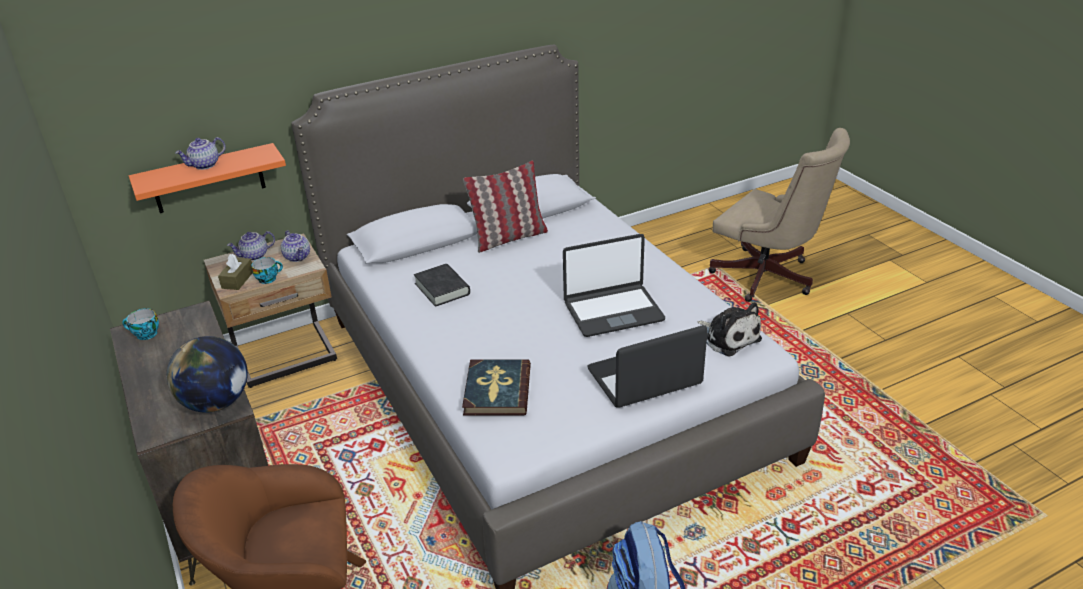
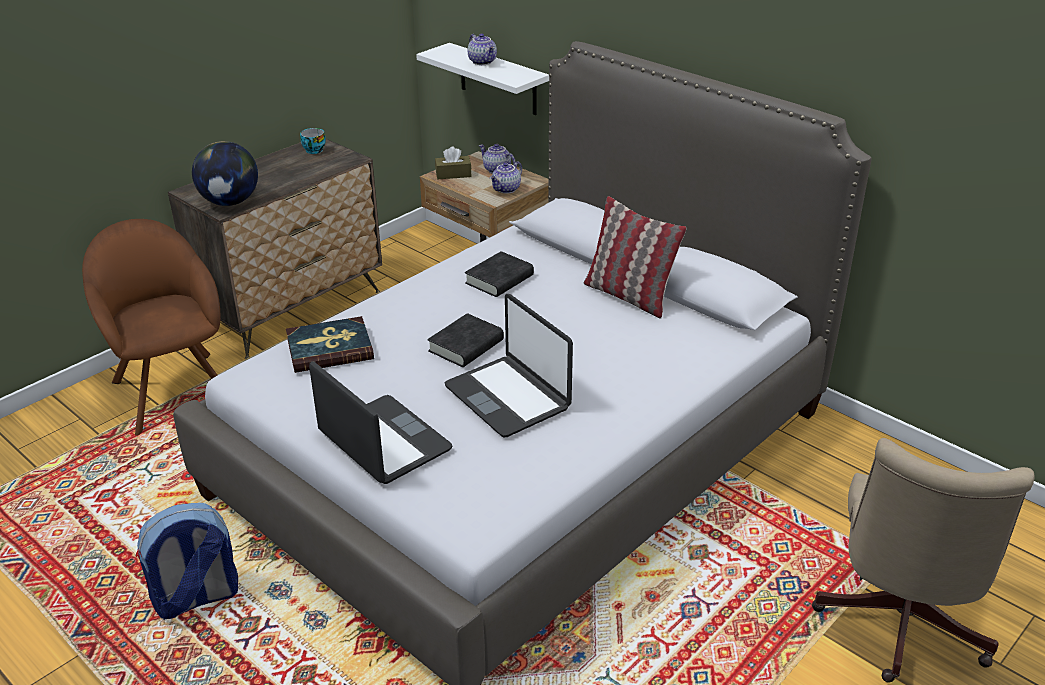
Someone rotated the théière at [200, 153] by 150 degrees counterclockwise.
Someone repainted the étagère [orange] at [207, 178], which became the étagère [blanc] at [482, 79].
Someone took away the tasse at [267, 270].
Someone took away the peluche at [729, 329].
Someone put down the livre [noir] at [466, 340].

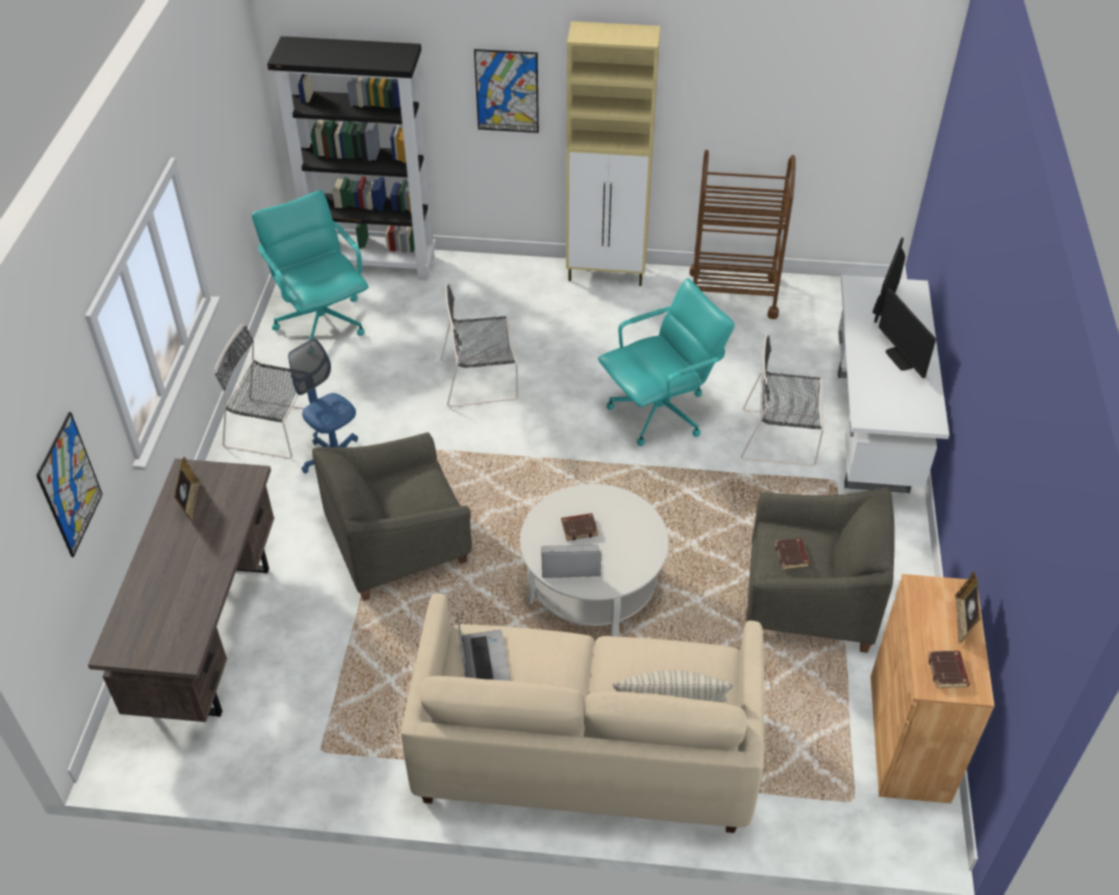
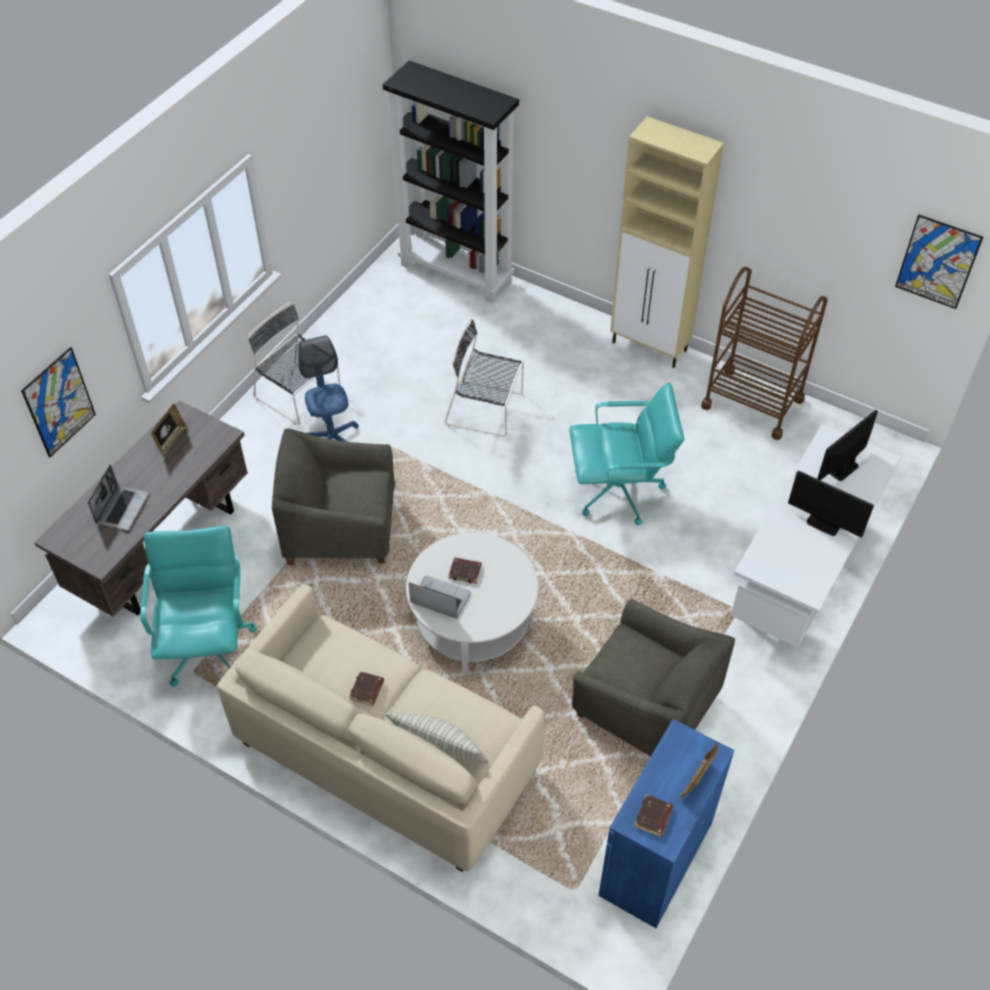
Someone carried the tableau from [506, 91] to [939, 261].
Someone carried the chaise de bureau [turquoise] from [310, 265] to [198, 606].
Someone rotated the écran d'ordinateur at [907, 333] by 60 degrees counterclockwise.
Someone took away the chaise [noir] at [782, 400].
Someone carried the livre [marron] from [792, 554] to [366, 688].
Someone repainted the meuble de rangement [marron] at [933, 688], which became the meuble de rangement [bleu] at [666, 823].
Someone carried the ordinateur portable from [483, 646] to [118, 498].

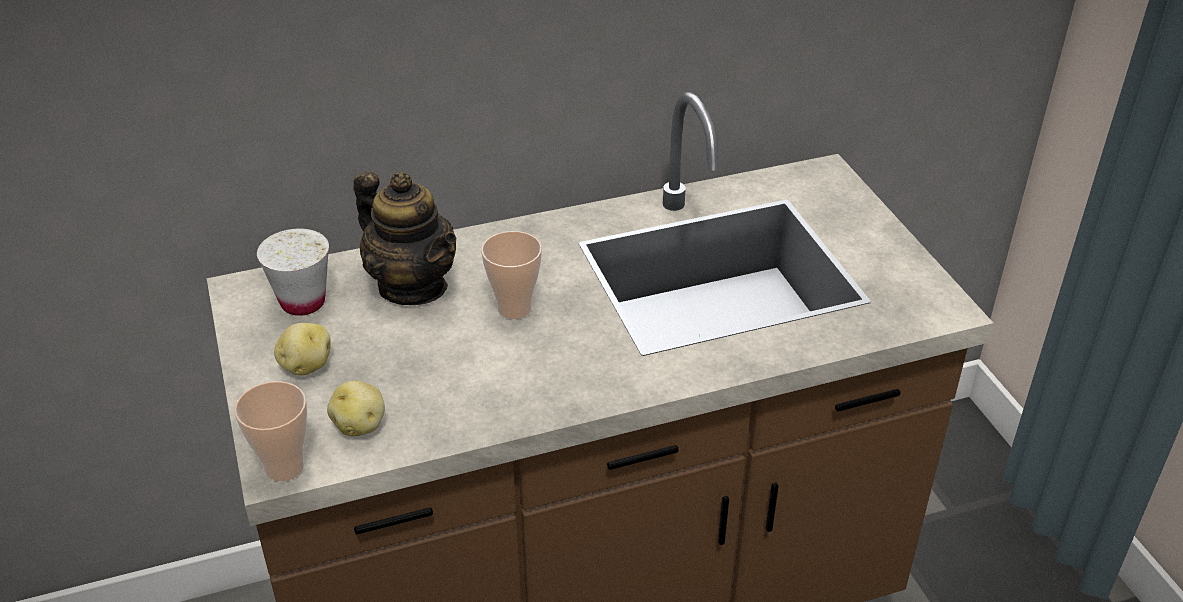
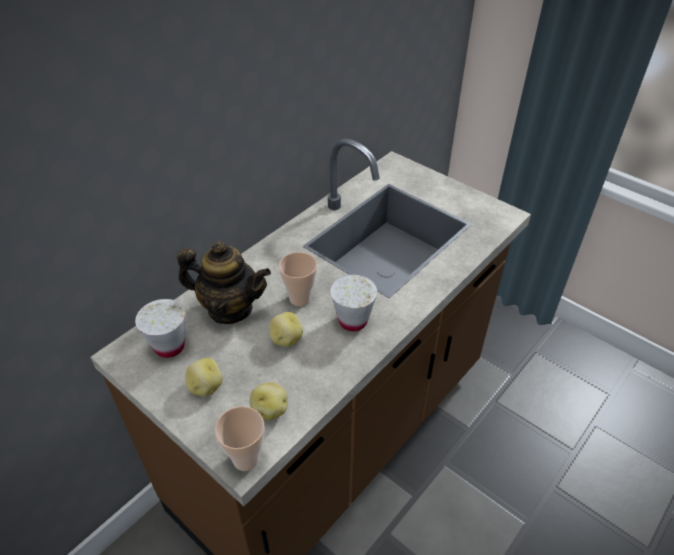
Someone put down the tasse [blanc] at [354, 303].
Someone put down the pomme de terre at [286, 329].

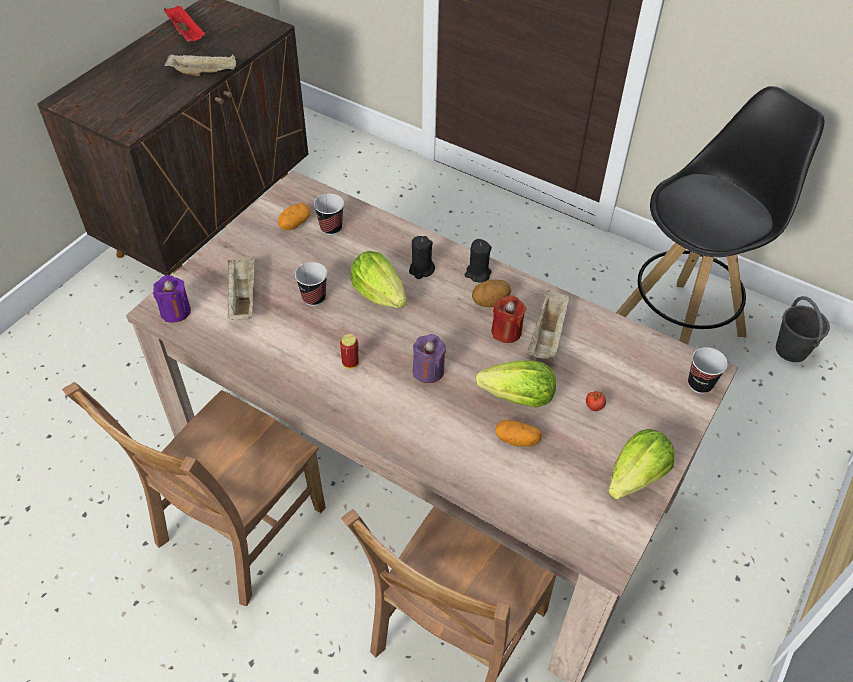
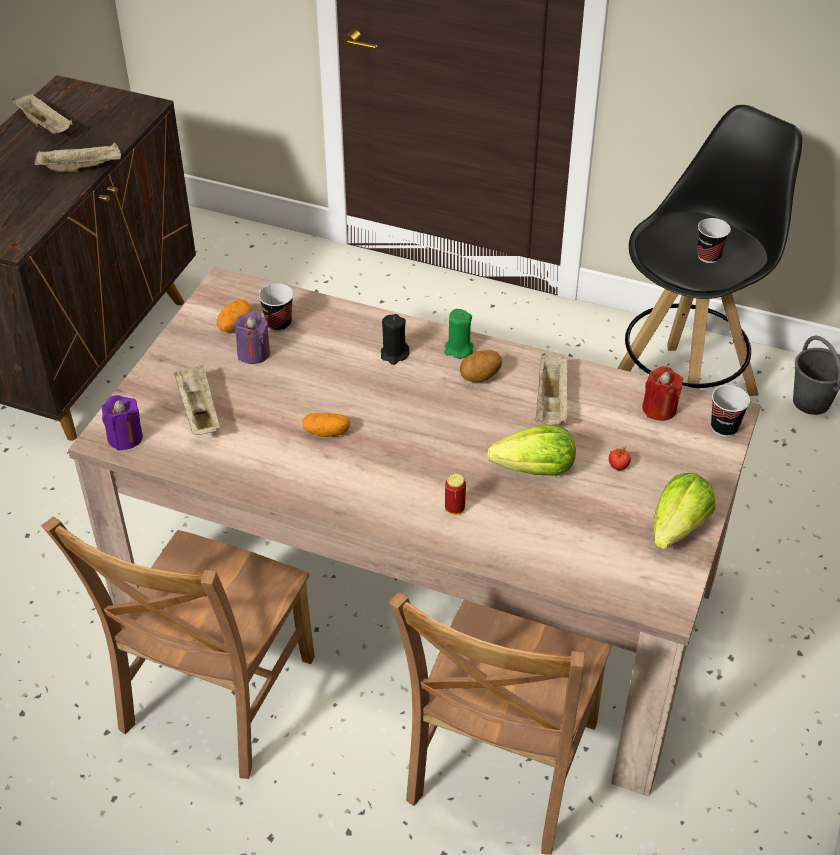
Someone repainted the plateau [rouge] at [184, 24], which became the plateau [beige] at [42, 113].
Someone repainted the bougie [noir] at [478, 260], which became the bougie [vert] at [459, 333].
Someone took away the laitue at [379, 279].
Someone carried the tasse from [311, 284] to [714, 240].
Someone carried the bougie [rouge] from [508, 319] to [662, 393].
Someone carried the boîte métallique from [349, 351] to [455, 494].
Someone carried the bougie [violet] from [429, 358] to [252, 338].
Someone carried the pomme de terre from [519, 433] to [326, 425].

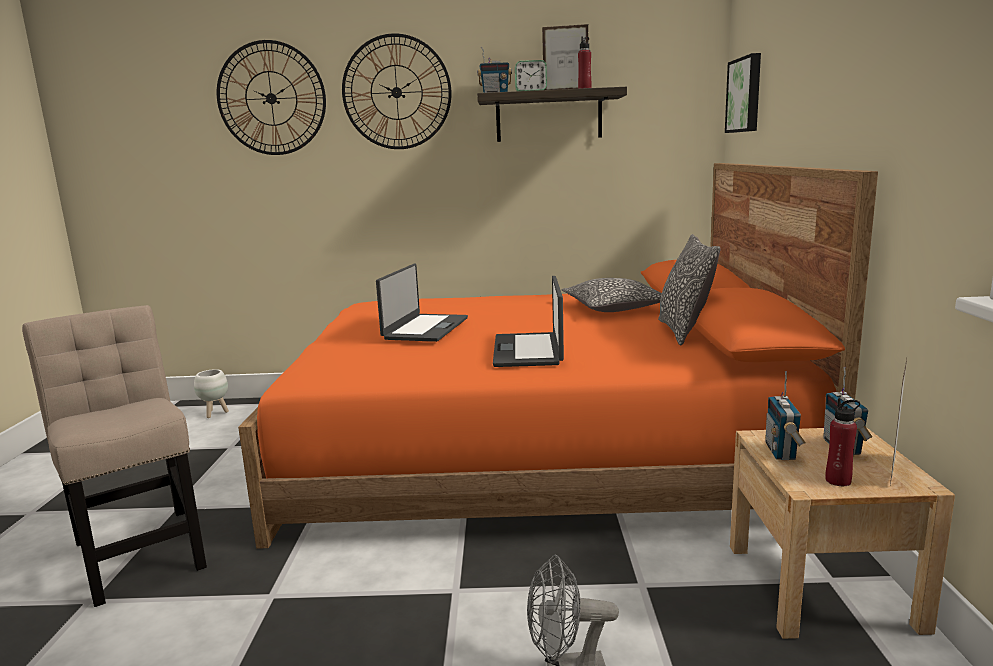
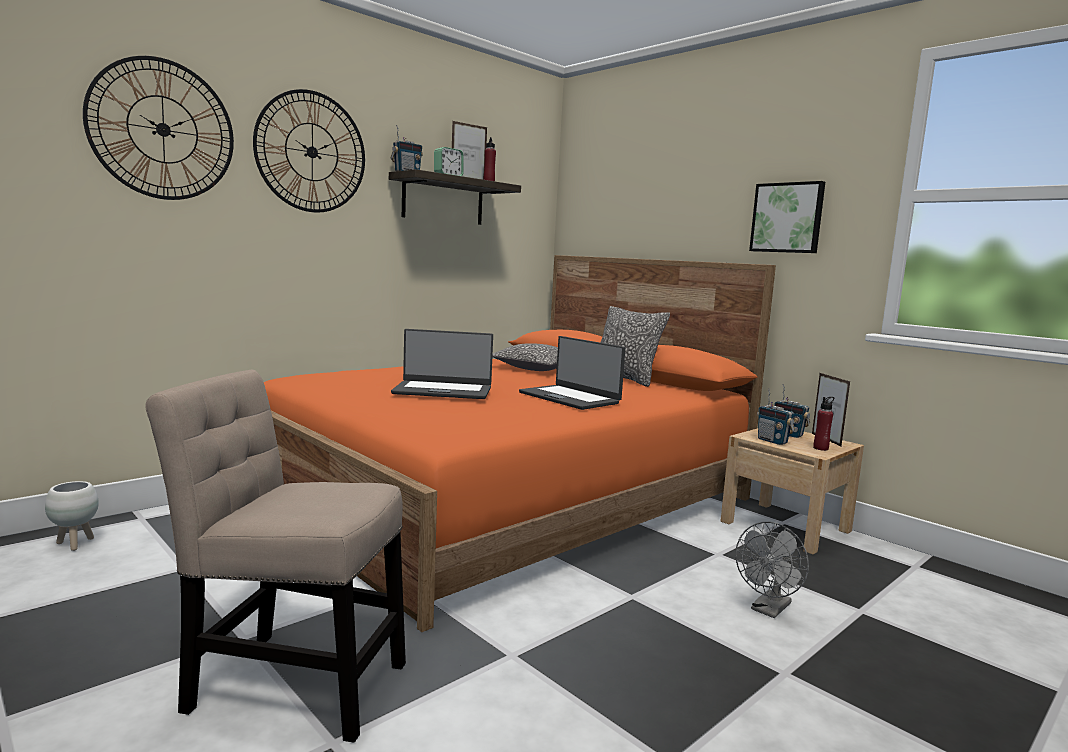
Someone carried the tableau from [743, 93] to [787, 217].
Someone rotated the ordinateur portable at [422, 303] by 120 degrees clockwise.

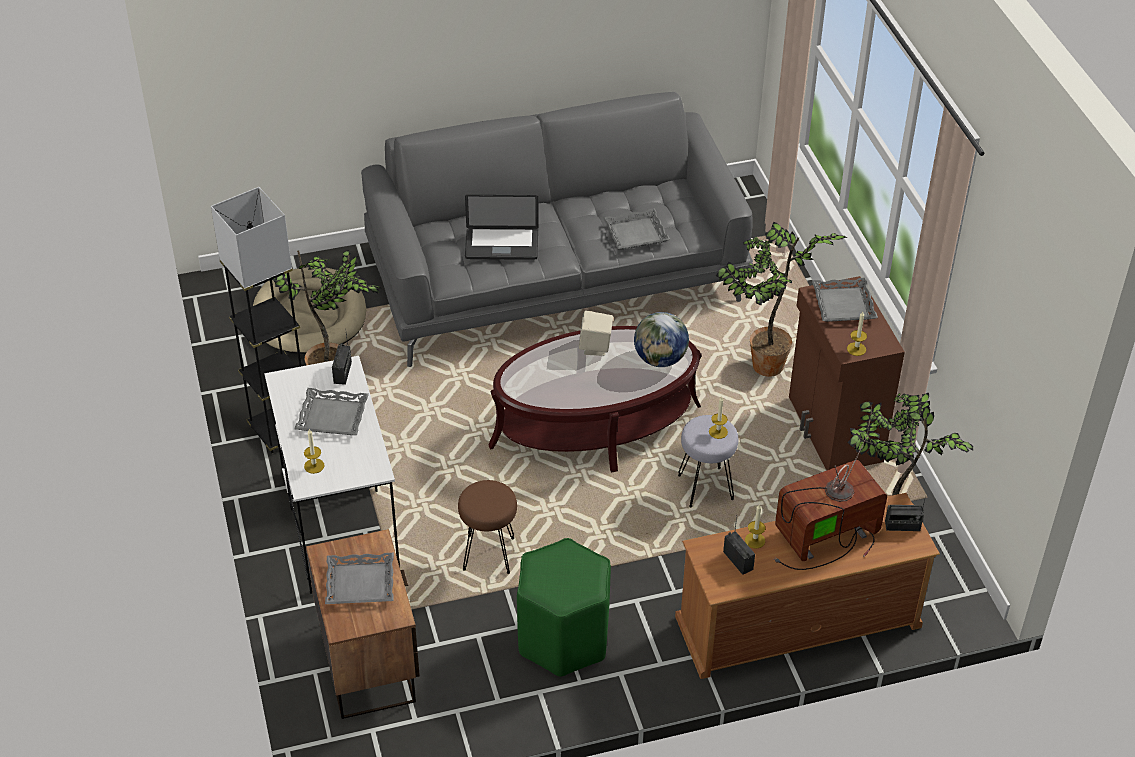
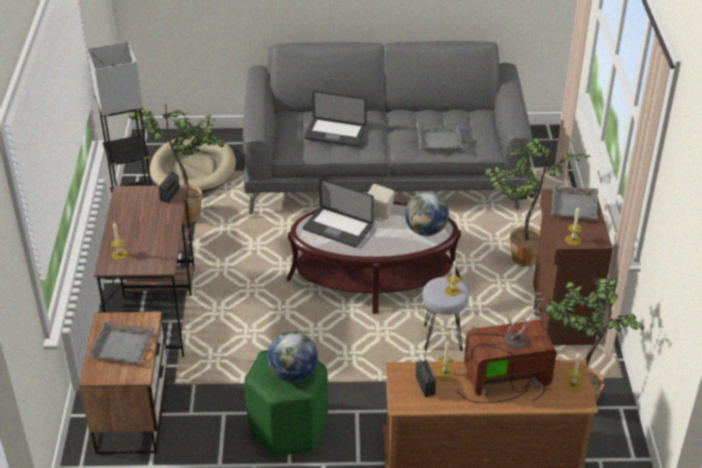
Someone repainted the bureau [blanc] at [332, 475], which became the bureau [marron] at [144, 271].
Someone took away the plateau [gris] at [331, 411].
Someone took away the tabouret [marron] at [487, 527].
Someone swapped the radio at [905, 513] for the bougie at [574, 372].
Someone put down the ordinateur portable at [338, 213].
Someone put down the globe at [292, 356].

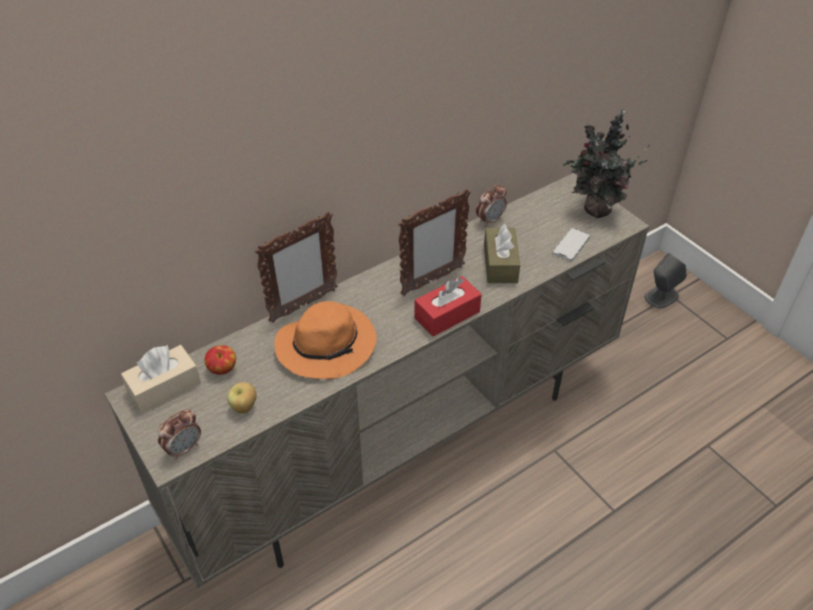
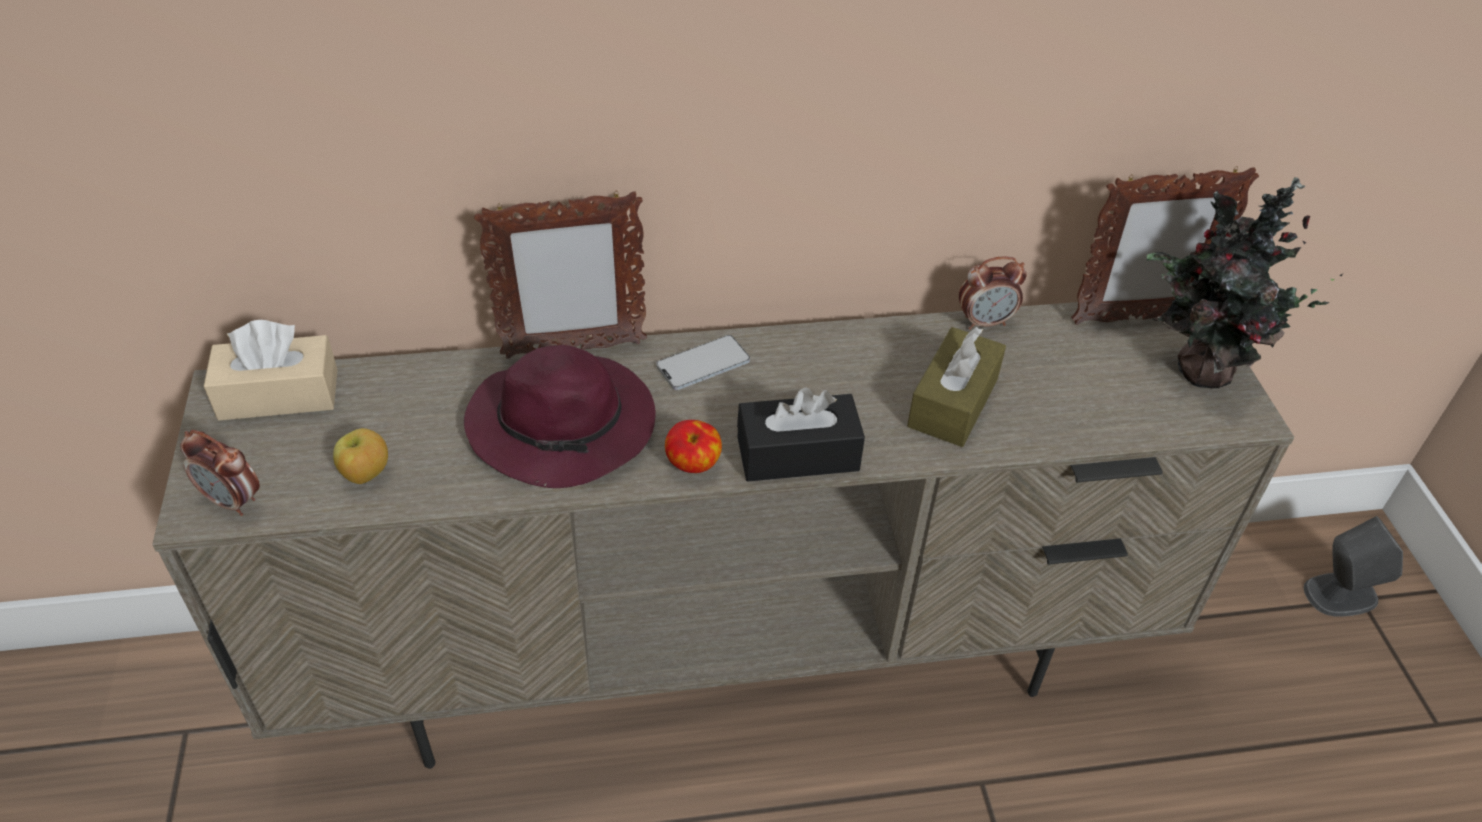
Someone carried the cadre photo from [434, 242] to [1165, 245].
Someone carried the téléphone from [571, 244] to [703, 362].
Someone repainted the boîte à mouchoirs [rouge] at [448, 306], which became the boîte à mouchoirs [noir] at [801, 434].
Someone repainted the chapeau [orange] at [325, 340], which became the chapeau [violet] at [559, 416].
Someone carried the pomme from [220, 360] to [693, 446].
Someone rotated the réveil at [179, 434] by 45 degrees clockwise.

